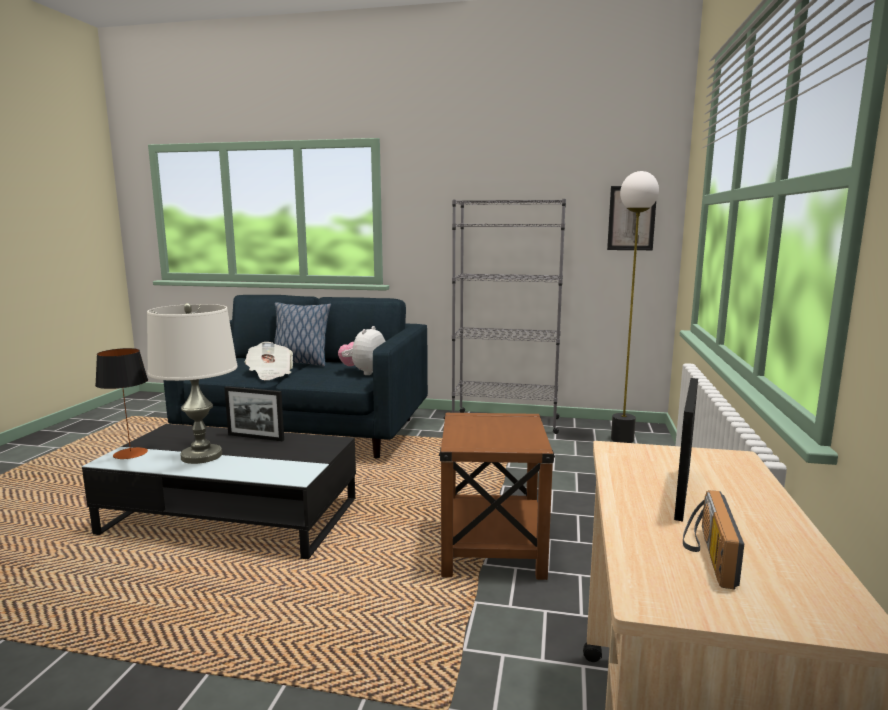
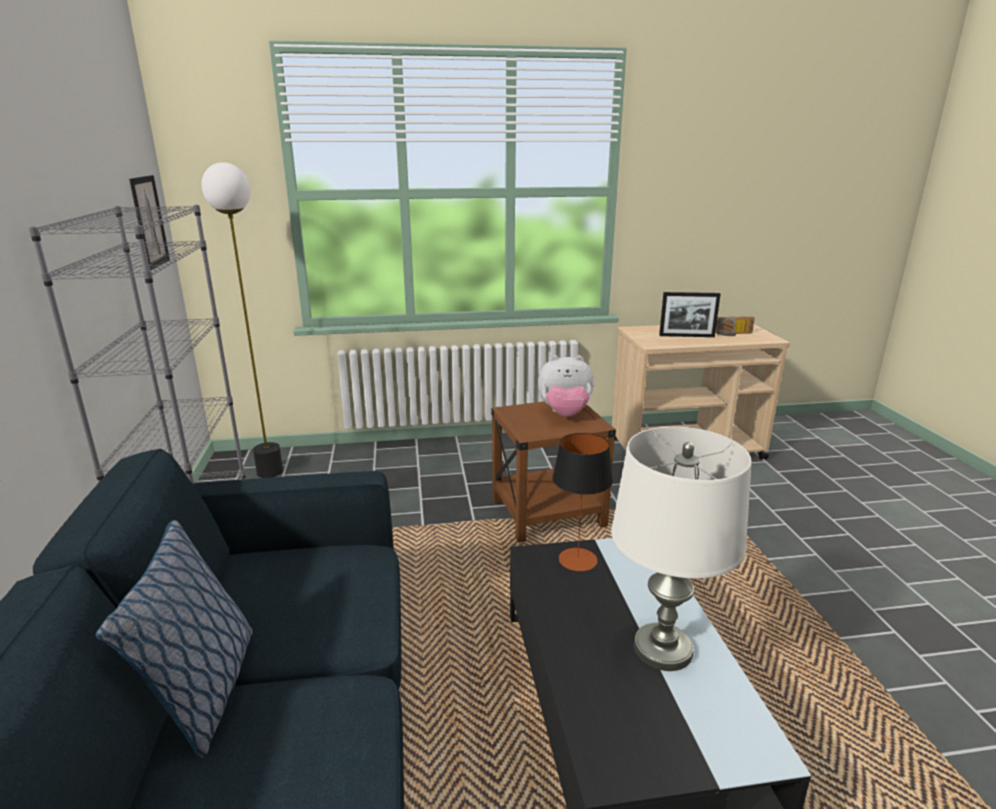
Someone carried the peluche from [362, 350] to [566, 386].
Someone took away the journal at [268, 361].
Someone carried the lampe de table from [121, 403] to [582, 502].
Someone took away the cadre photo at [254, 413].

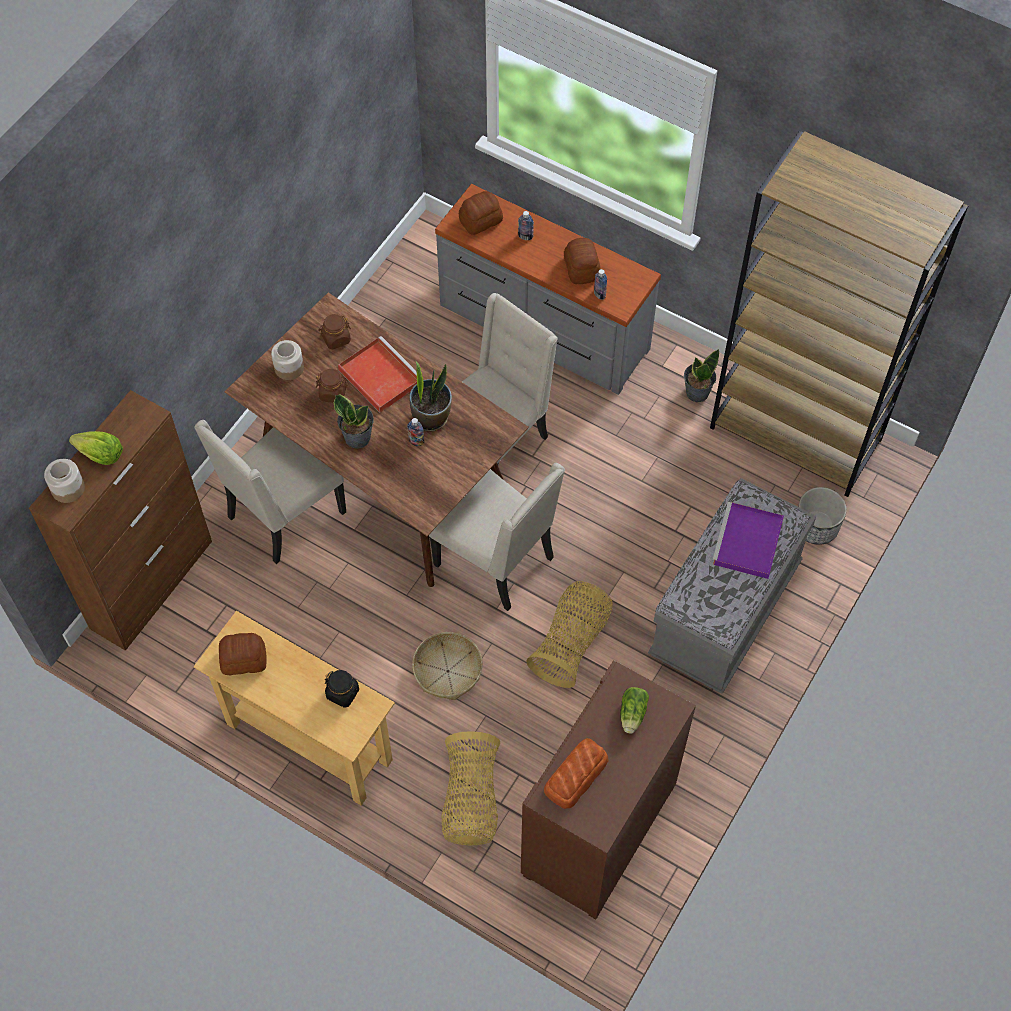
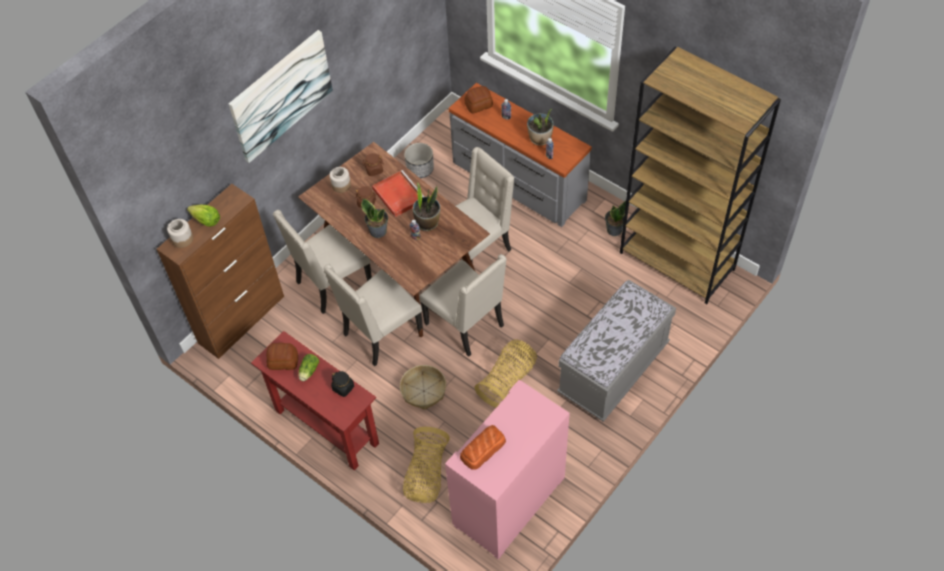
Someone swapped the pain at [582, 261] for the plante en pot at [540, 127].
Someone carried the cache-pot from [822, 516] to [419, 160].
Someone took away the plateau [violet] at [748, 540].
Someone repainted the table console [beige] at [294, 708], which became the table console [rouge] at [315, 400].
Someone repainted the meuble de rangement [marron] at [608, 790], which became the meuble de rangement [rose] at [507, 470].
Someone carried the laitue from [634, 710] to [308, 367].
Someone put up the tableau at [281, 96].
Someone put down the chaise [beige] at [373, 315].

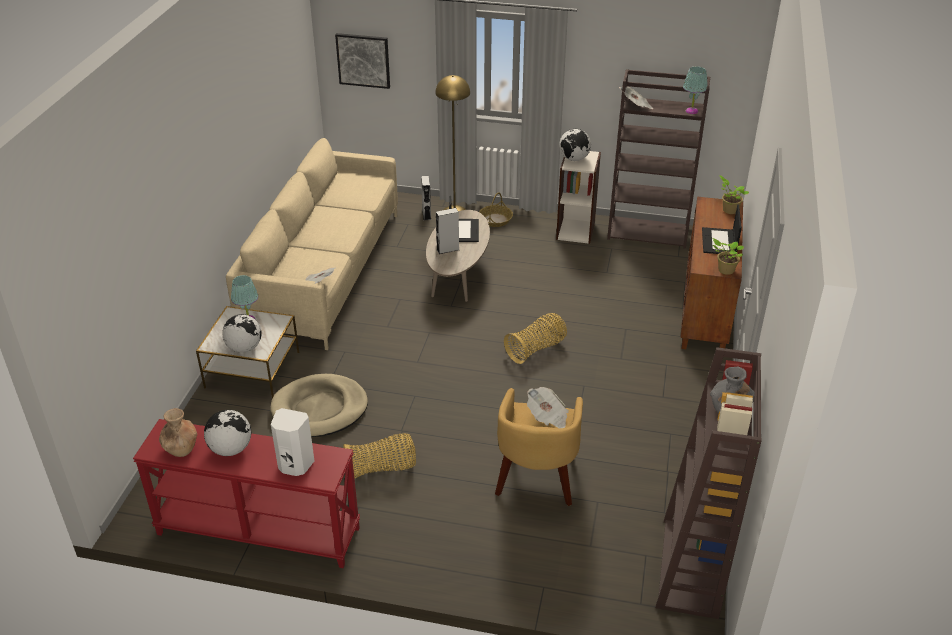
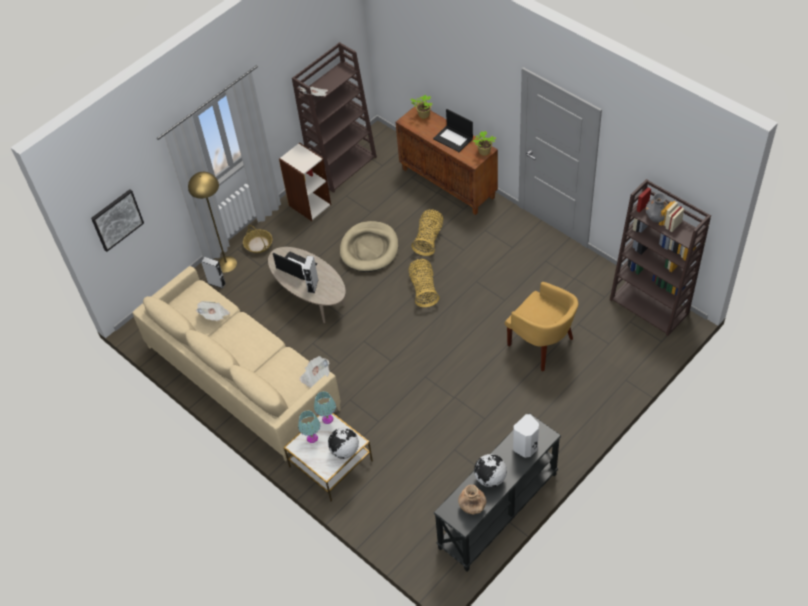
Someone carried the lampe de table [turquoise] from [695, 90] to [325, 407].
Someone took away the globe at [575, 145].
Someone carried the panier pour chien [beige] from [319, 405] to [369, 246].
Someone carried the journal from [548, 407] to [213, 311].
Someone repainted the table console [rouge] at [246, 493], which became the table console [noir] at [497, 492].
Someone carried the panier from [379, 456] to [427, 232].

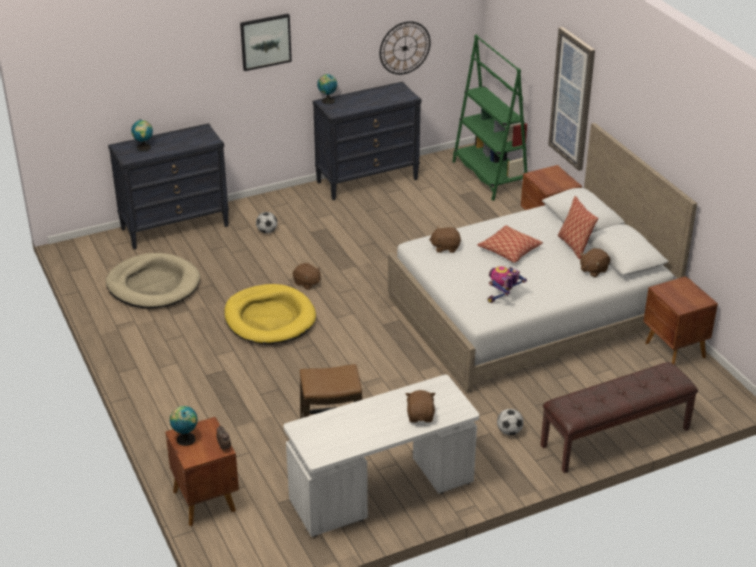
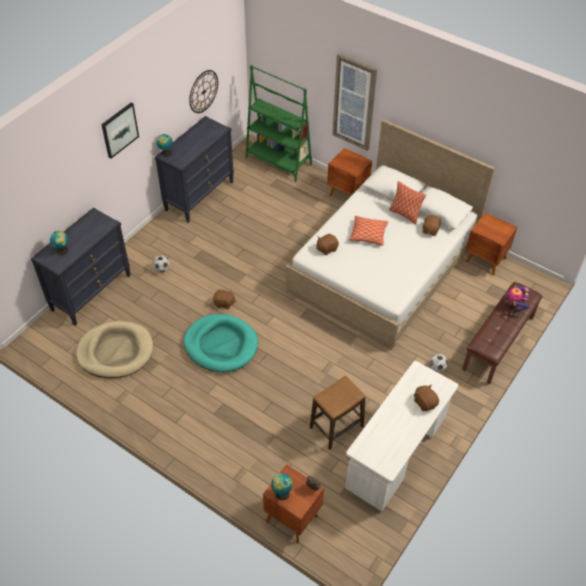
Someone carried the robot jouet from [507, 284] to [518, 300].
Someone repainted the panier pour chien [jaune] at [270, 314], which became the panier pour chien [turquoise] at [220, 343].

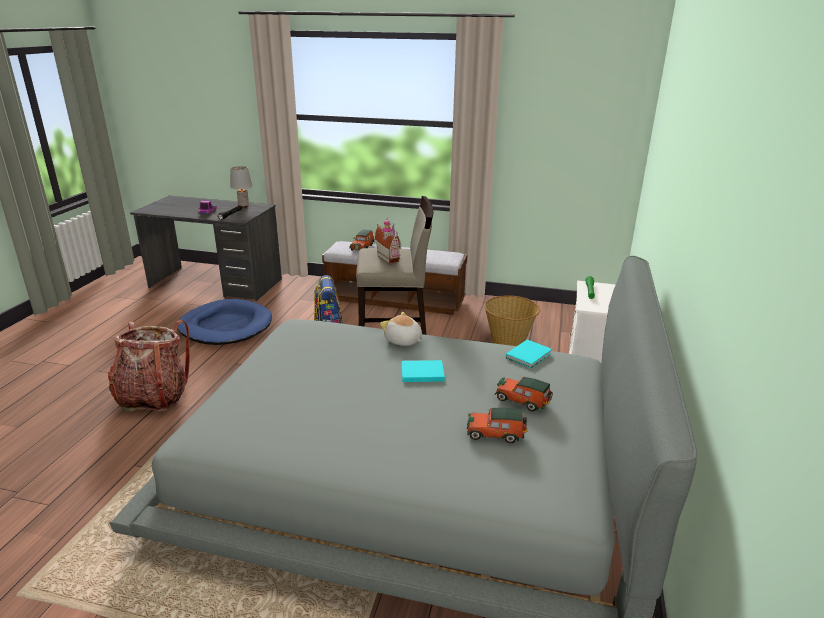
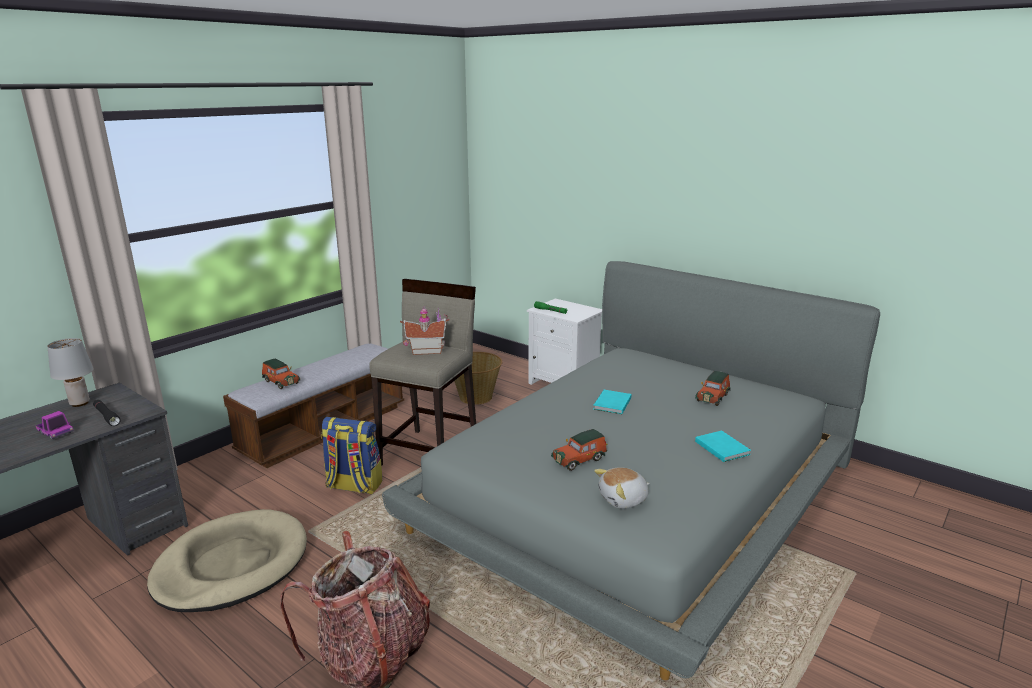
Someone repainted the panier pour chien [bleu] at [224, 322], which became the panier pour chien [beige] at [227, 560].
Someone carried the peluche from [401, 329] to [622, 488].
Someone carried the livre [turquoise] from [529, 354] to [723, 446].
Someone carried the petite voiture from [523, 394] to [579, 450].

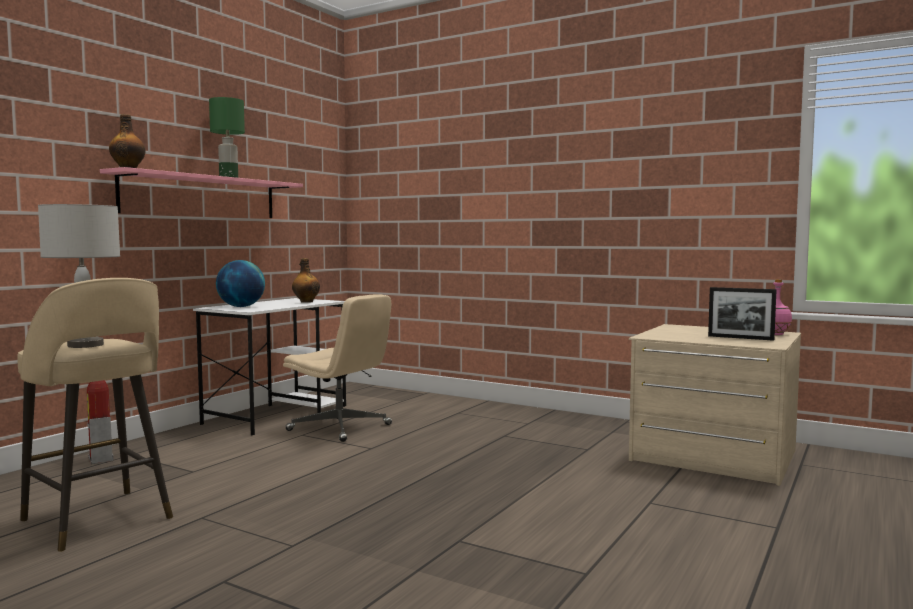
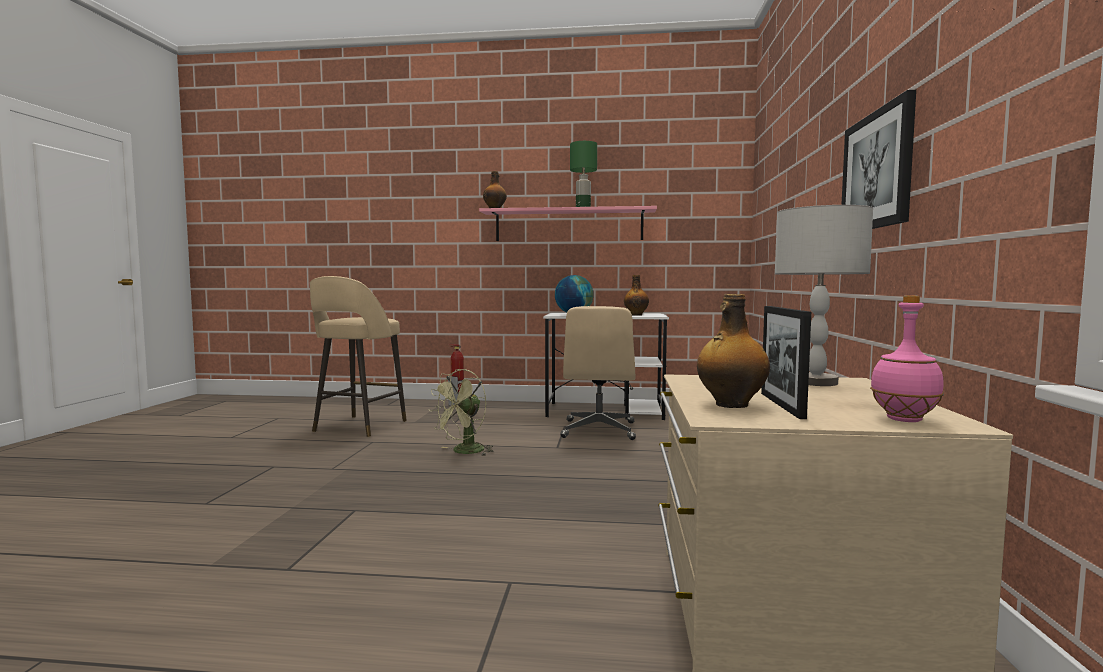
Someone carried the lampe de table [gris] from [79, 276] to [824, 295].
Someone put up the tableau at [878, 159].
Someone put down the bouteille at [733, 351].
Someone put down the ventilateur [vert] at [461, 412].

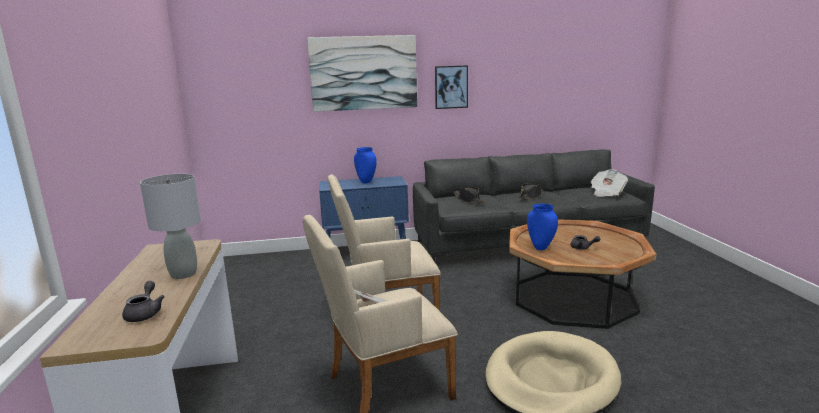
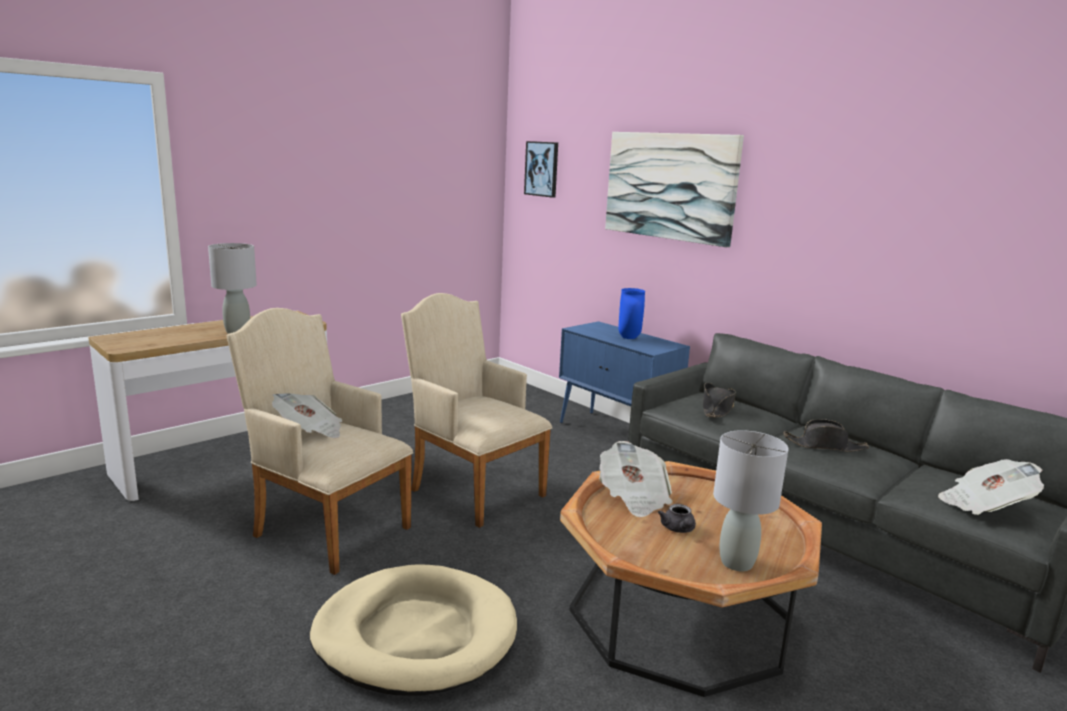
Someone carried the tableau from [451, 87] to [541, 169].
Someone swapped the vase [bleu] at [542, 227] for the journal at [636, 479].
Someone took away the théière [gris] at [143, 301].
Someone put down the lampe de table [gris] at [750, 500].

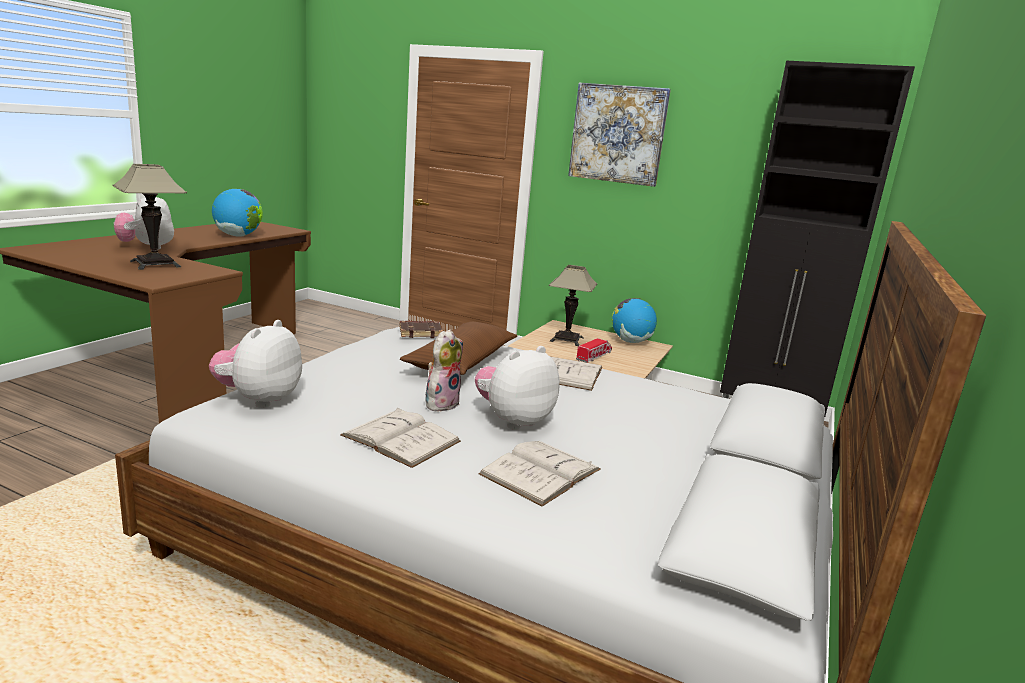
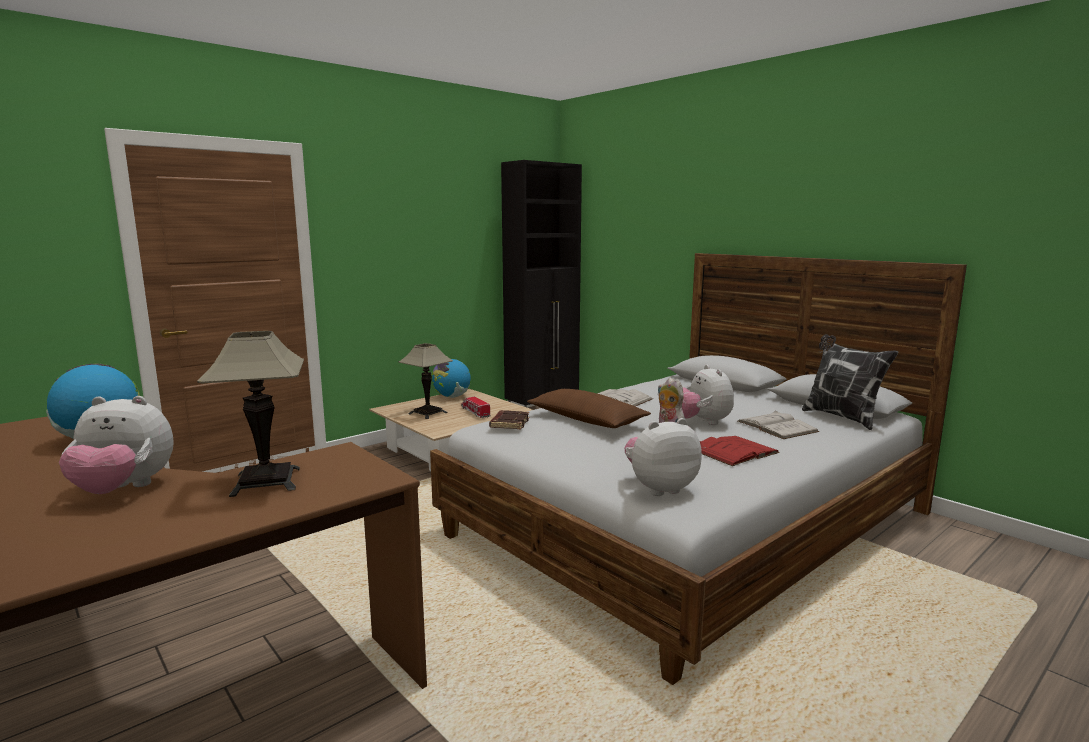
Someone took away the tableau at [619, 135].
Someone rotated the peluche at [255, 364] by 120 degrees clockwise.
Someone repainted the livre [blanc] at [400, 438], which became the livre [rouge] at [740, 451].
Someone put down the coussin at [850, 382].

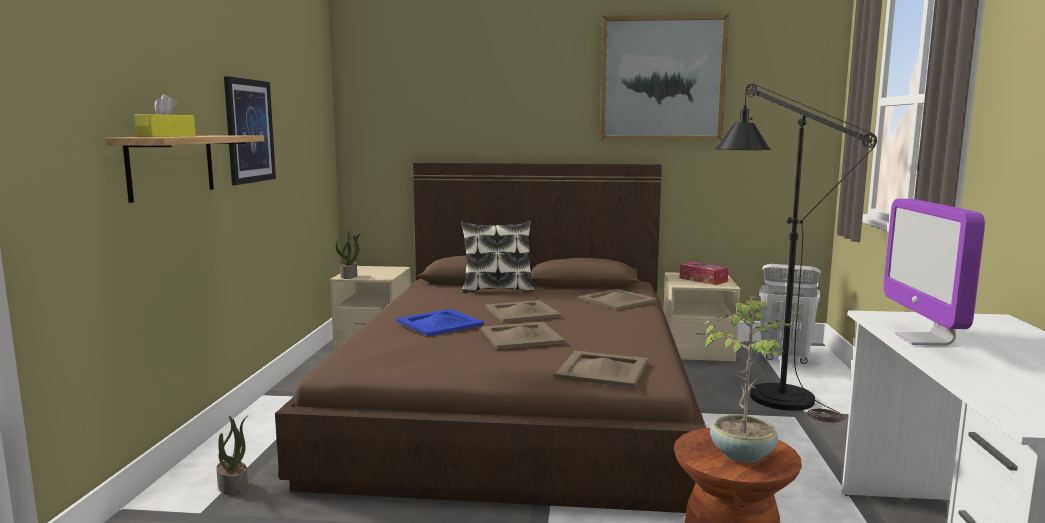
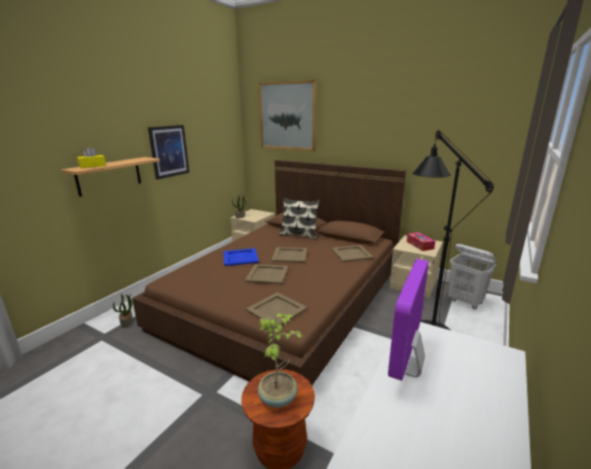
Someone carried the tableau from [664, 77] to [287, 115].

